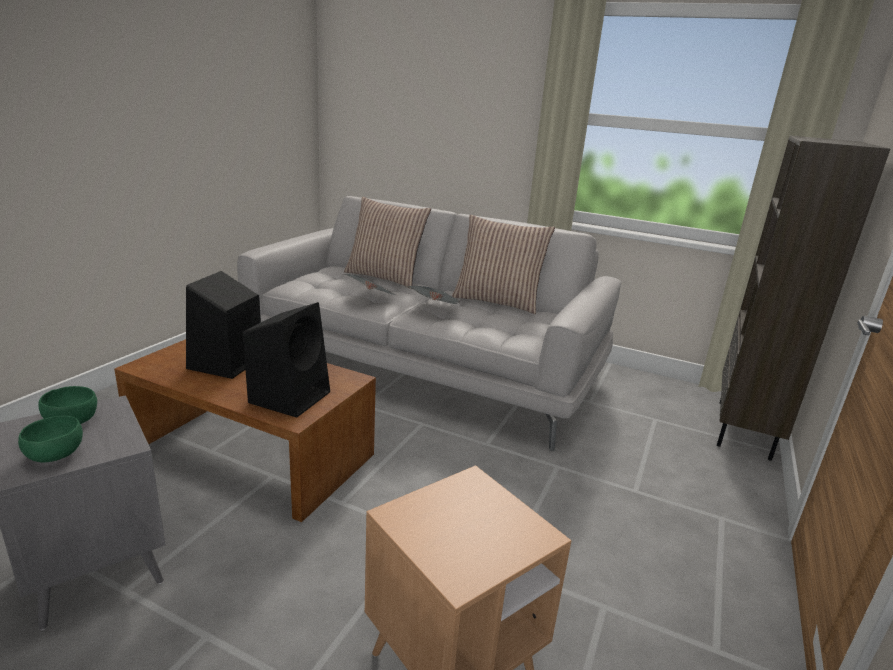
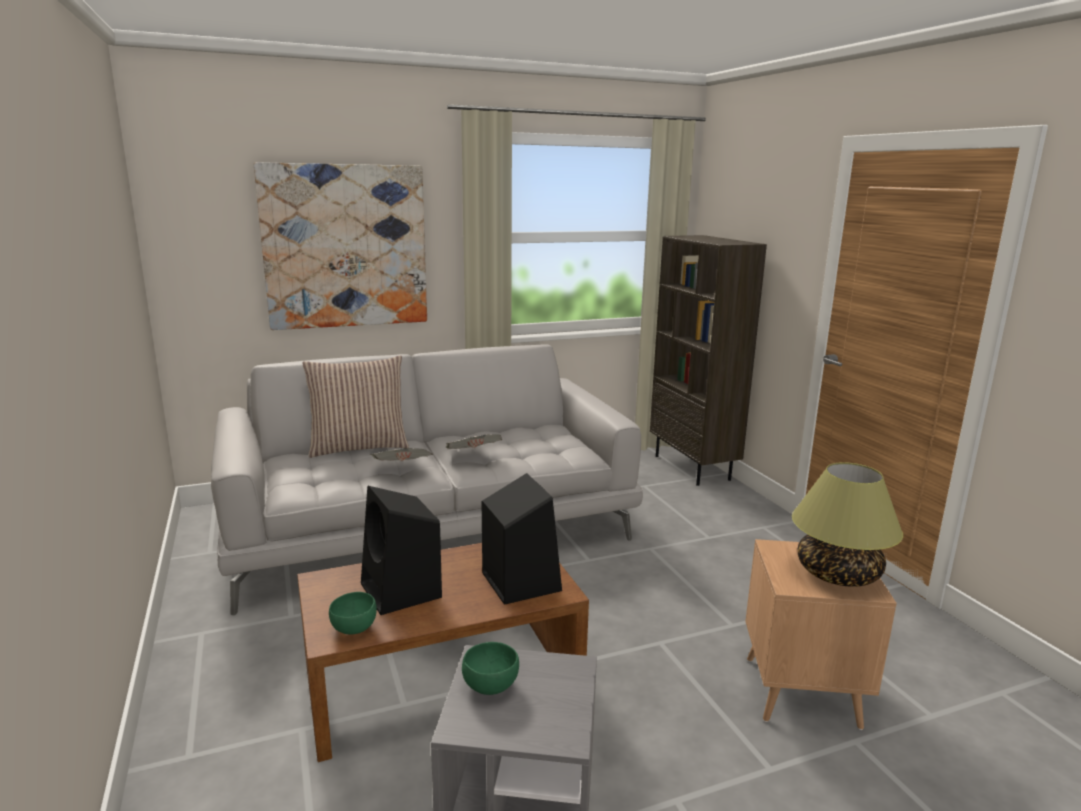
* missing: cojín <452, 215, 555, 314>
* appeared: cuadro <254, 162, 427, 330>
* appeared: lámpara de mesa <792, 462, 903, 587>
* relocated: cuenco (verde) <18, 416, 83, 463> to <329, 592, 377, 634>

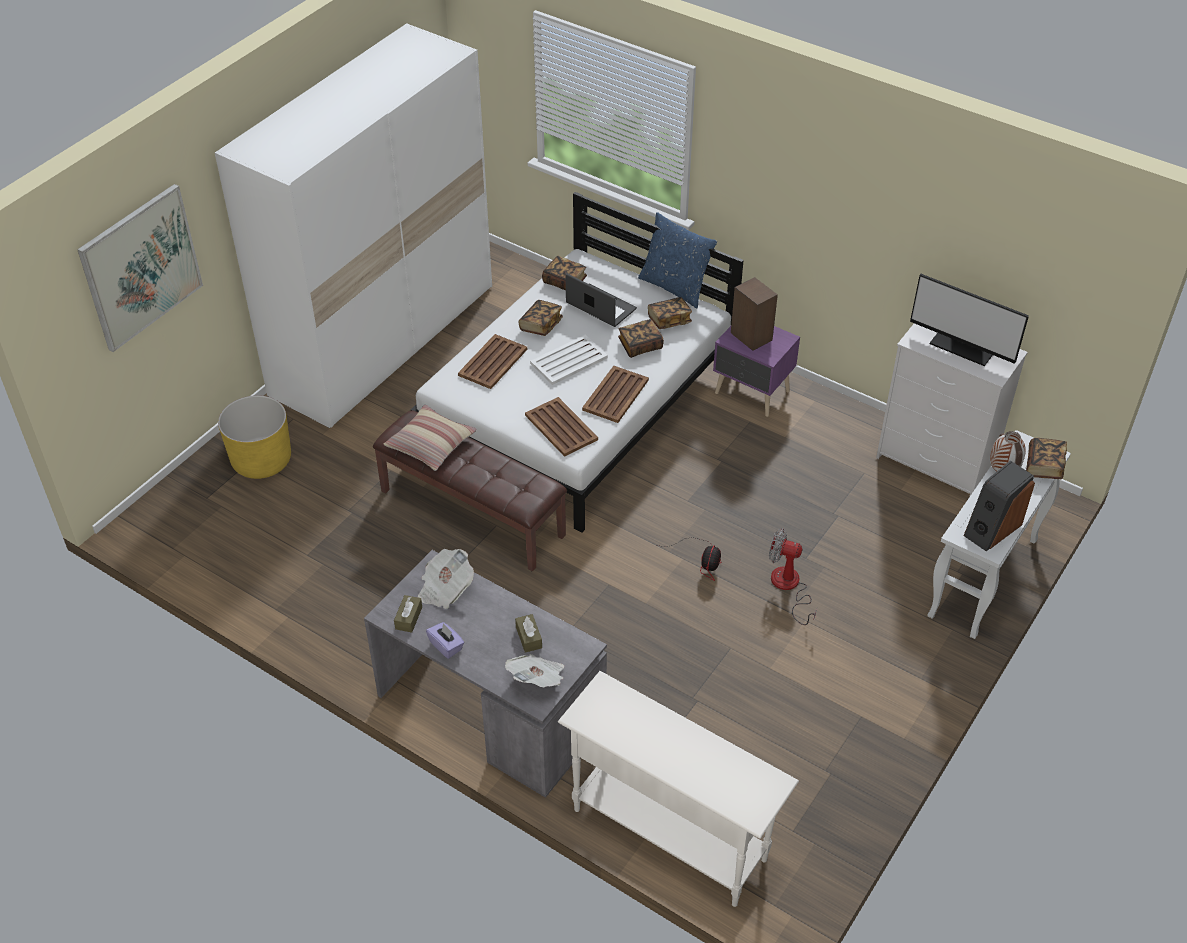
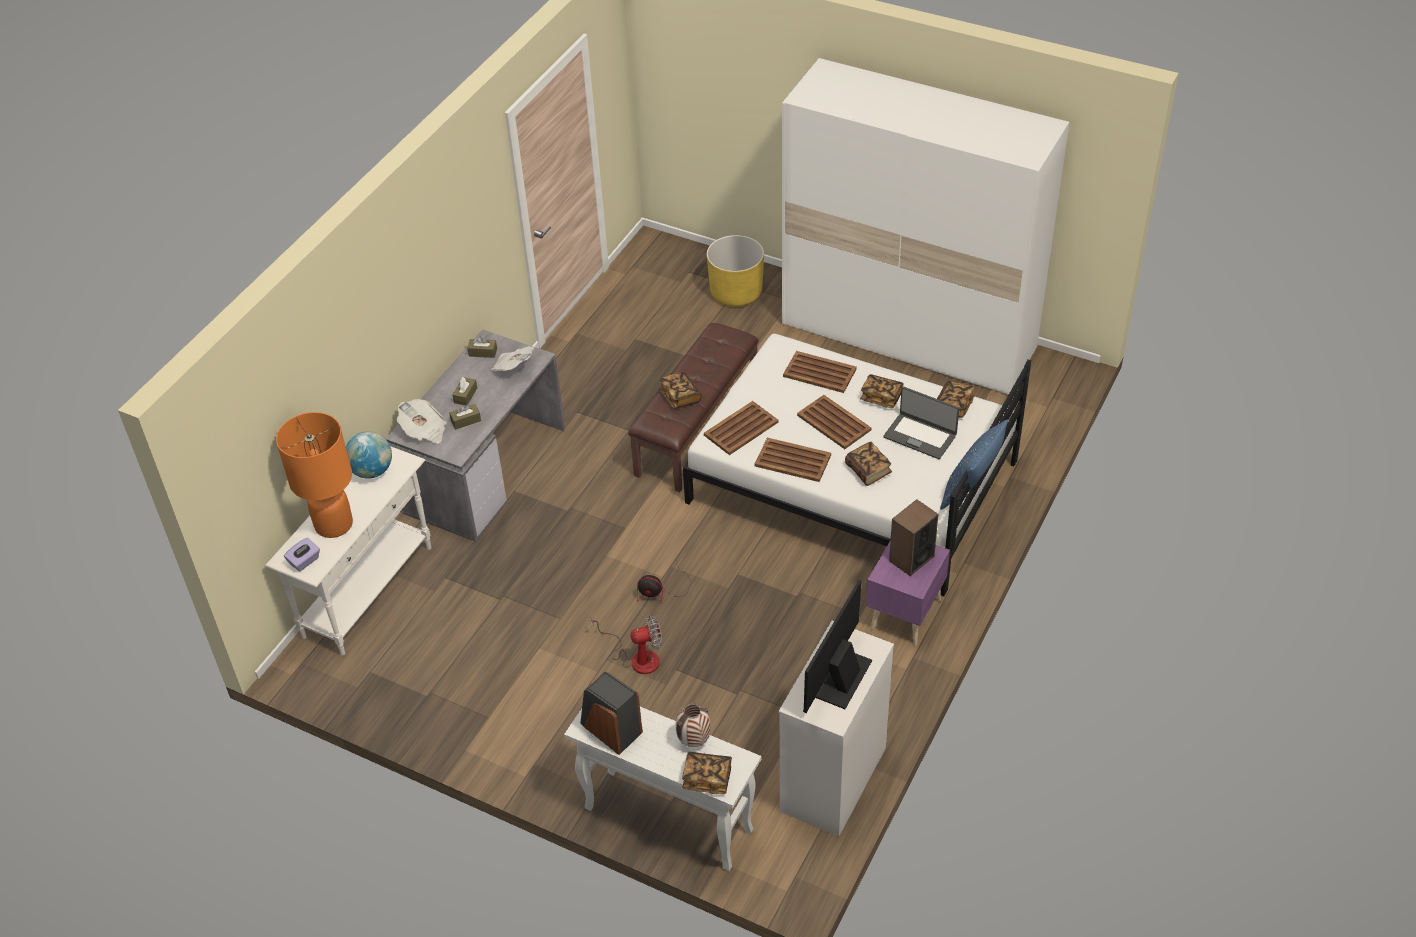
* missing: cuadro <77, 184, 203, 352>
* missing: cojín <384, 405, 477, 471>
* appeared: lámpara de mesa (naranja) <276, 412, 353, 538>
* appeared: globo terráqueo <346, 431, 392, 479>
* appeared: caja de pañuelos (marrón) <453, 377, 477, 406>
* relocated: caja de pañuelos (morado) <426, 622, 465, 659> to <284, 538, 320, 571>
* relocated: libro <648, 297, 692, 329> to <659, 372, 702, 409>
* colour: bandeja (blanco) <530, 335, 608, 385> to bandeja (marrón) <797, 395, 872, 449>
* spun: portátil <565, 273, 637, 327> = <883, 386, 959, 459> 90 degrees clockwise
* spun: ventilador <769, 528, 817, 625> = <591, 615, 663, 674> 60 degrees clockwise

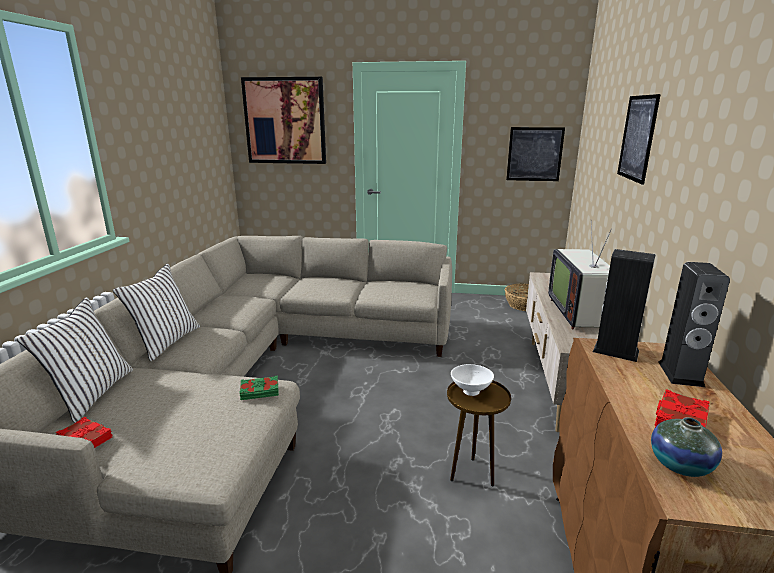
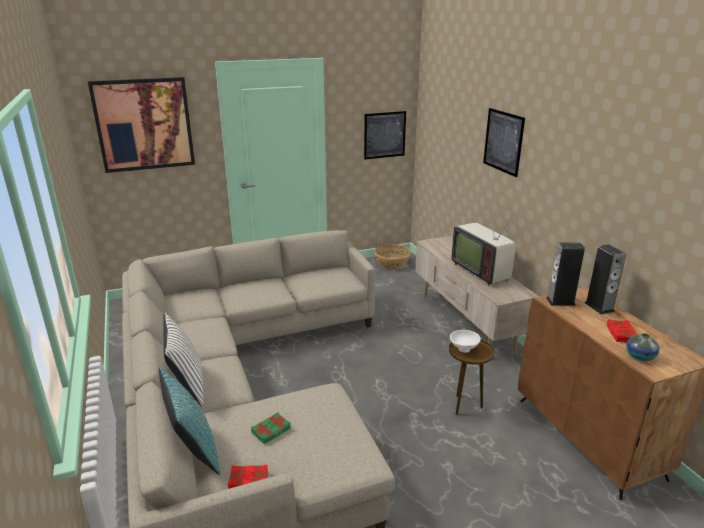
* relocated: libro (verde) <240, 375, 279, 400> to <251, 412, 291, 444>
* colour: cojín (blanco) <17, 297, 133, 423> to cojín (turquesa) <159, 367, 220, 475>

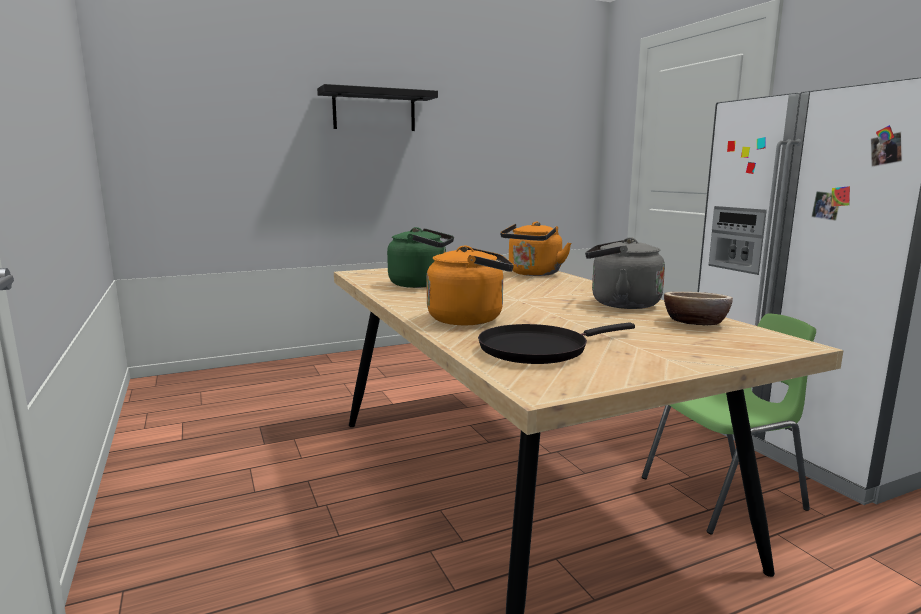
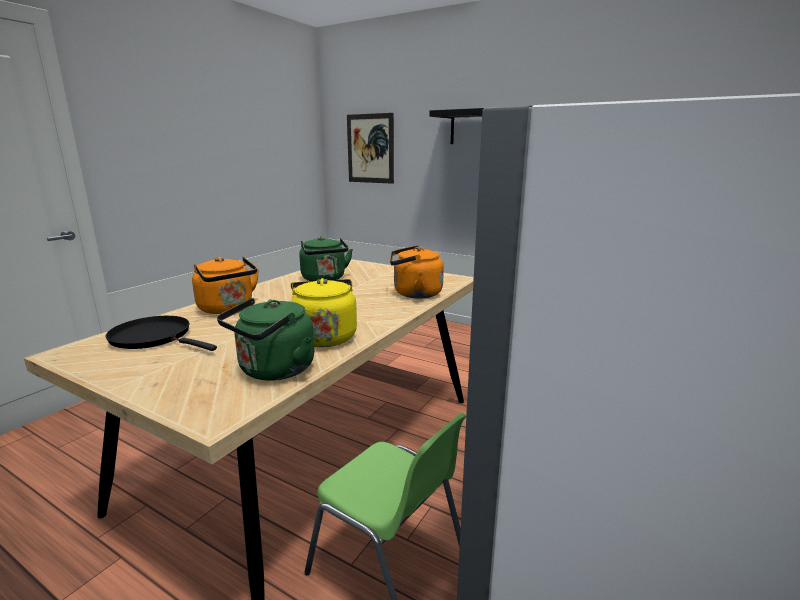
* appeared: cuadro <347, 113, 394, 184>
* exchanged: cuenco <664, 292, 733, 325> to hervidor (verde) <217, 298, 314, 381>
* colour: hervidor (gris) <585, 238, 665, 309> to hervidor (amarillo) <291, 278, 357, 347>

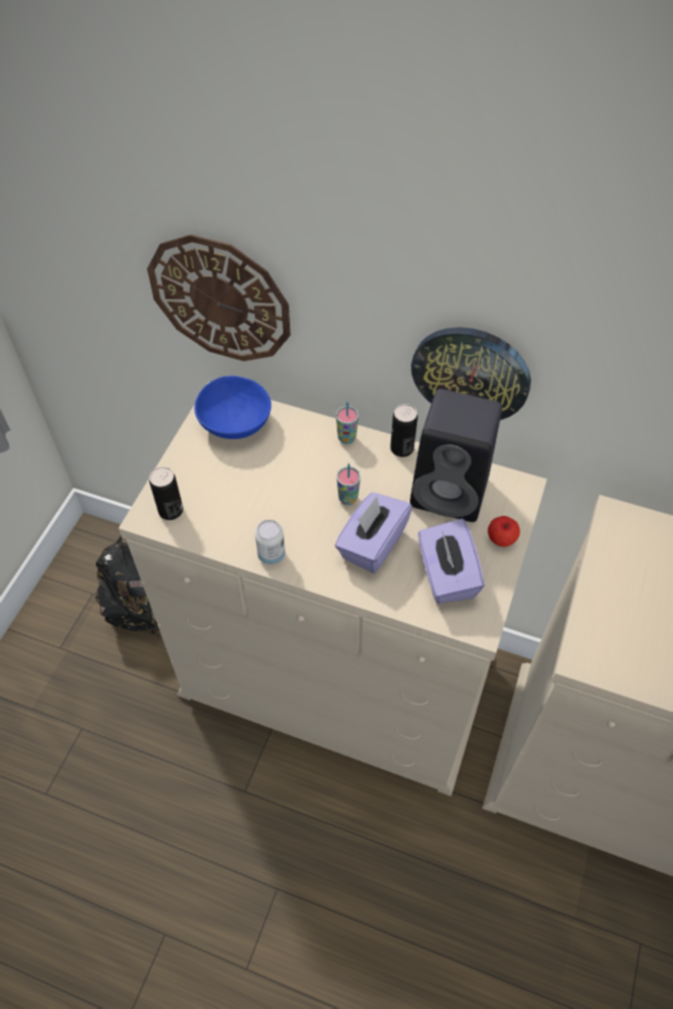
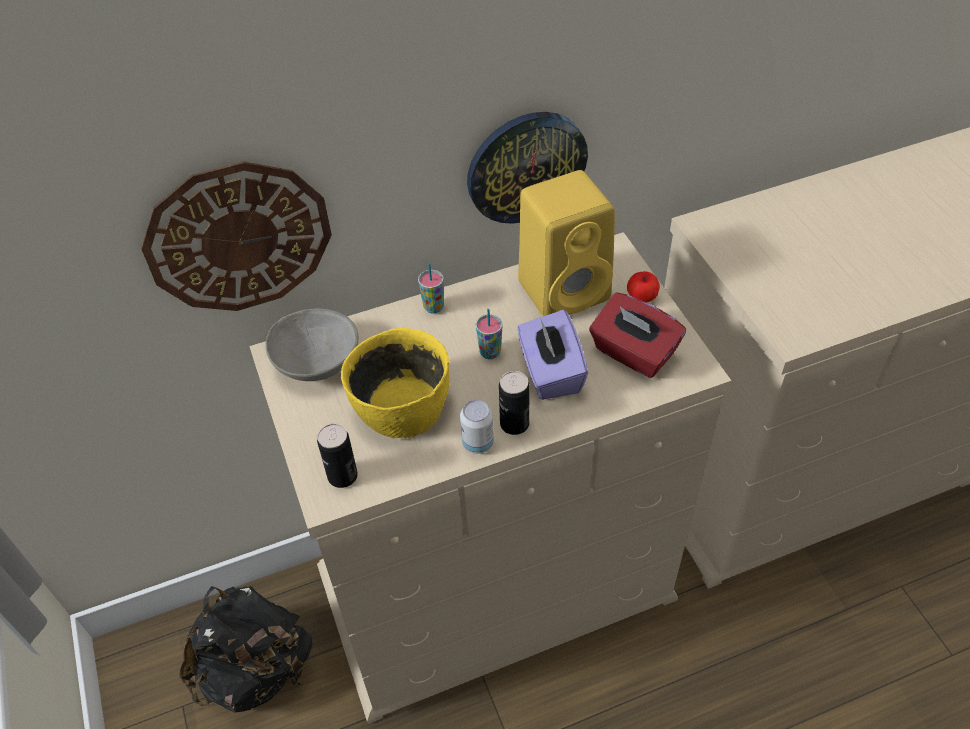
* appeared: cuenco (amarillo) <341, 328, 450, 439>
* relocated: lata <390, 404, 418, 457> to <499, 371, 530, 435>
* colour: cuenco (azul) <194, 376, 271, 439> to cuenco (gris) <266, 309, 358, 381>
* colour: altavoz (negro) <410, 389, 502, 522> to altavoz (amarillo) <518, 170, 615, 316>
* colour: caja de pañuelos (morado) <418, 519, 484, 604> to caja de pañuelos (rojo) <589, 292, 686, 378>

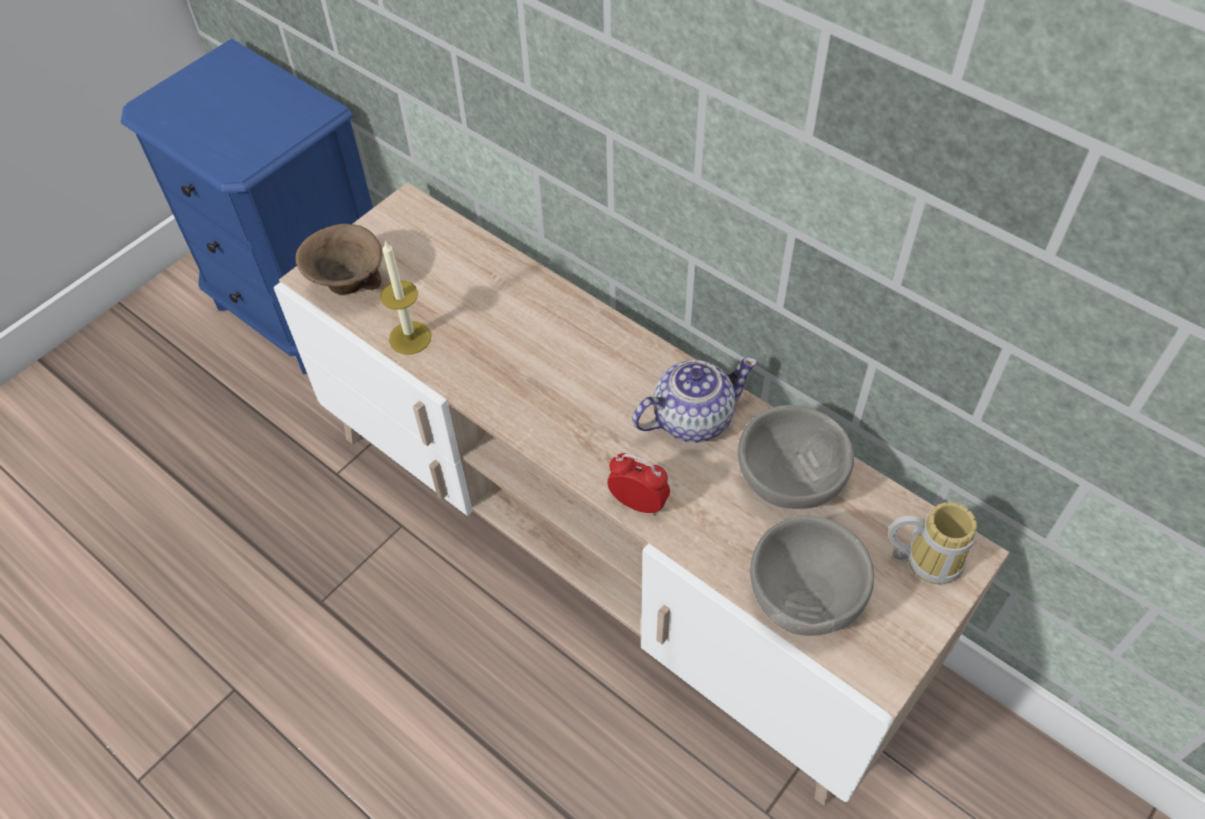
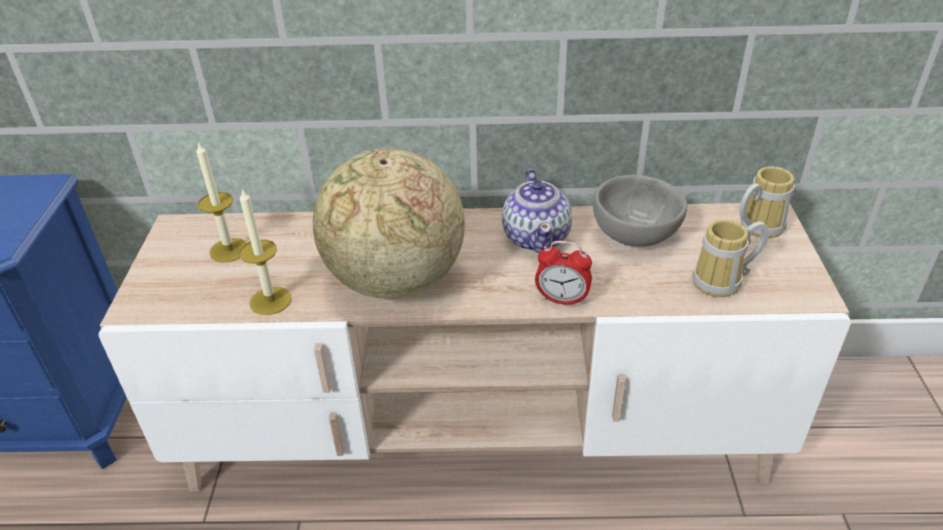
* missing: cuenco (marrón) <295, 224, 382, 295>
* appeared: vela <196, 141, 247, 263>
* appeared: globo terráqueo <313, 148, 465, 299>
* exchanged: cuenco (gris) <750, 516, 874, 636> to taza grande <693, 219, 769, 297>
* spun: despertador <607, 453, 670, 516> = <535, 241, 592, 306> 150 degrees counterclockwise
* spun: tetera <632, 357, 757, 442> = <502, 169, 572, 253> 150 degrees clockwise

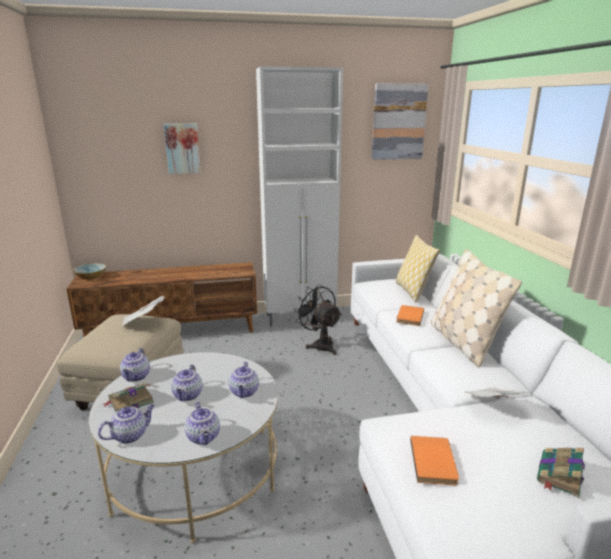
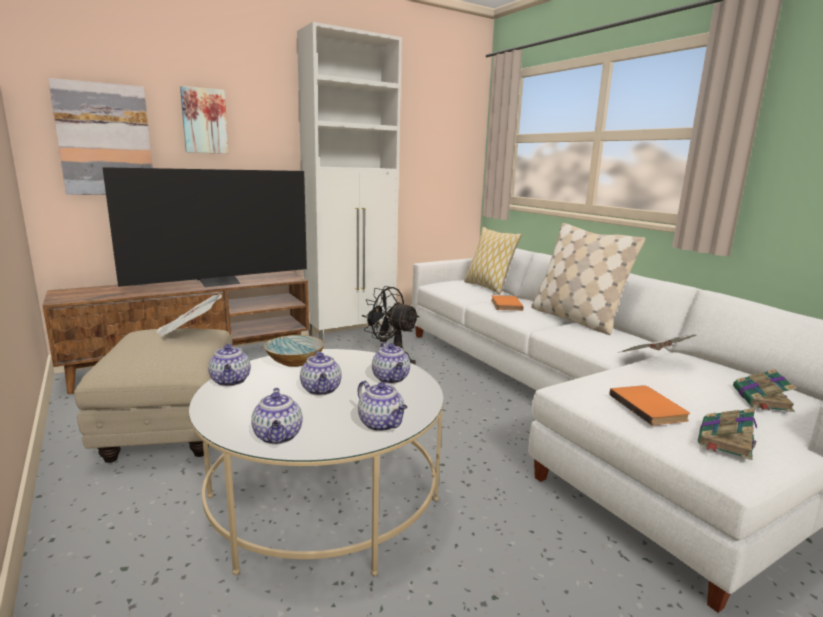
* appeared: televisor <102, 167, 307, 287>
* relocated: cuenco <73, 263, 106, 280> to <264, 335, 325, 367>
* relocated: libro <104, 383, 154, 412> to <698, 408, 757, 460>
* relocated: cuadro <372, 84, 429, 160> to <48, 78, 153, 195>
* spun: tetera <98, 404, 155, 444> = <251, 388, 303, 444> 135 degrees clockwise

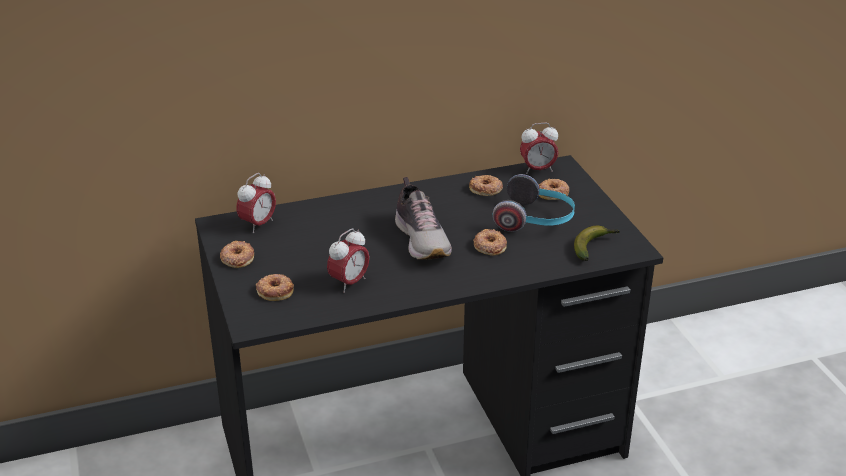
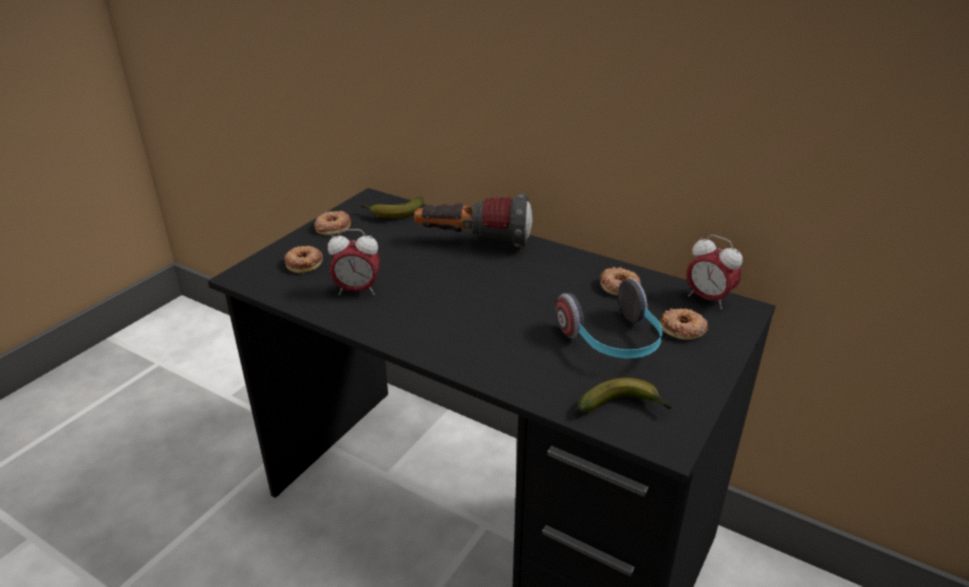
* missing: zapato <395, 177, 452, 260>
* missing: rosquilla <473, 229, 507, 256>
* appeared: linterna <414, 194, 532, 247>
* exchanged: despertador <236, 173, 276, 233> to plátano <361, 196, 423, 218>

